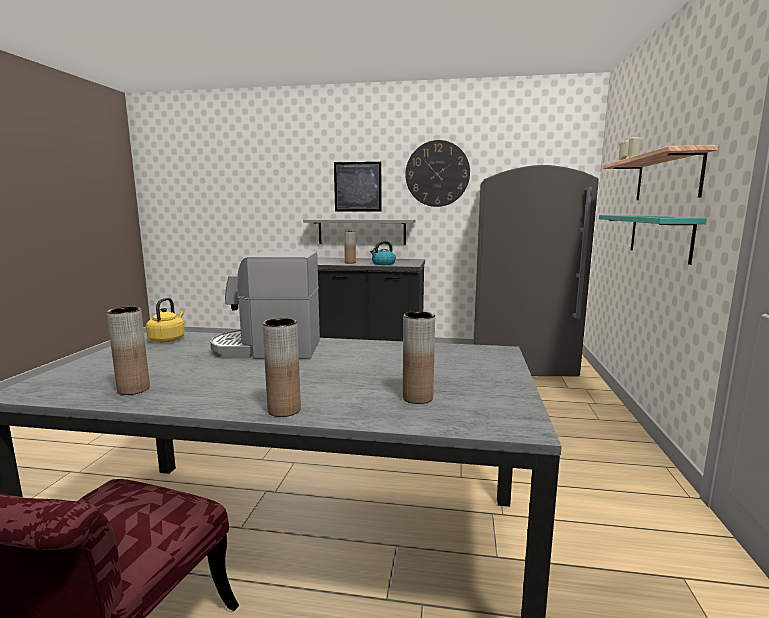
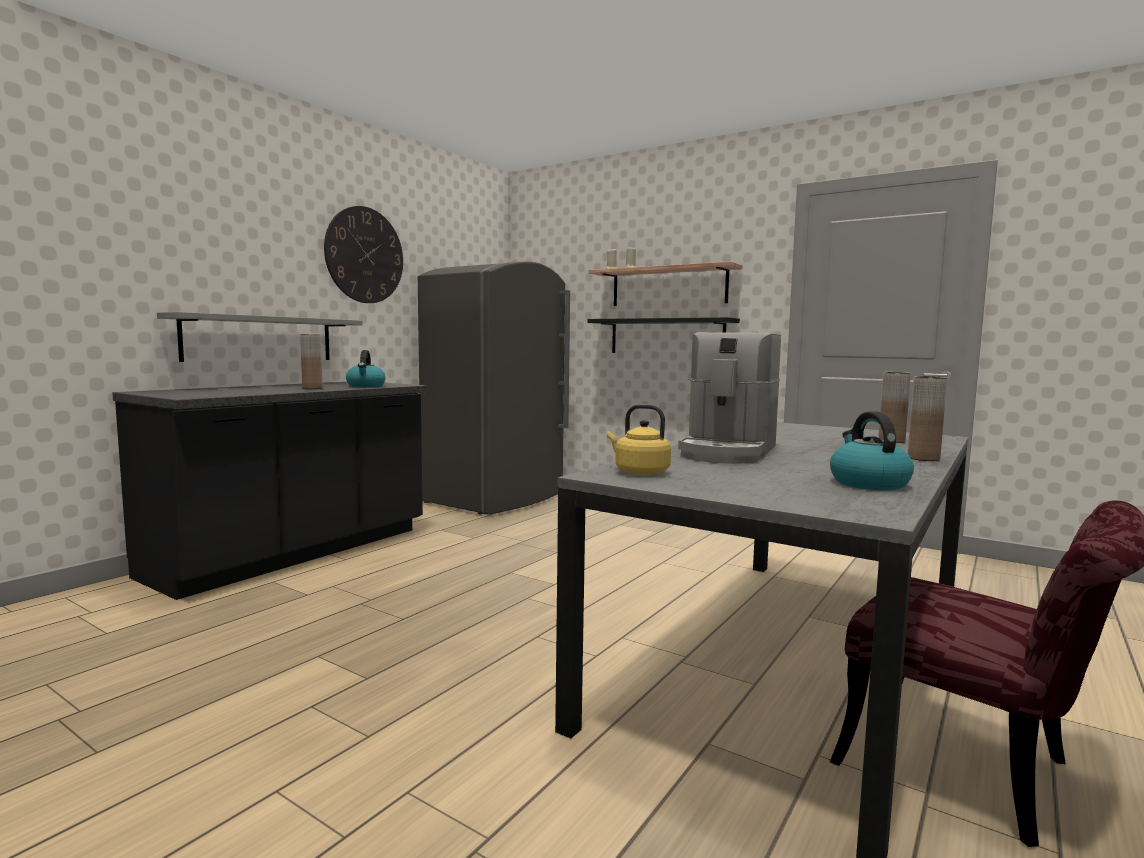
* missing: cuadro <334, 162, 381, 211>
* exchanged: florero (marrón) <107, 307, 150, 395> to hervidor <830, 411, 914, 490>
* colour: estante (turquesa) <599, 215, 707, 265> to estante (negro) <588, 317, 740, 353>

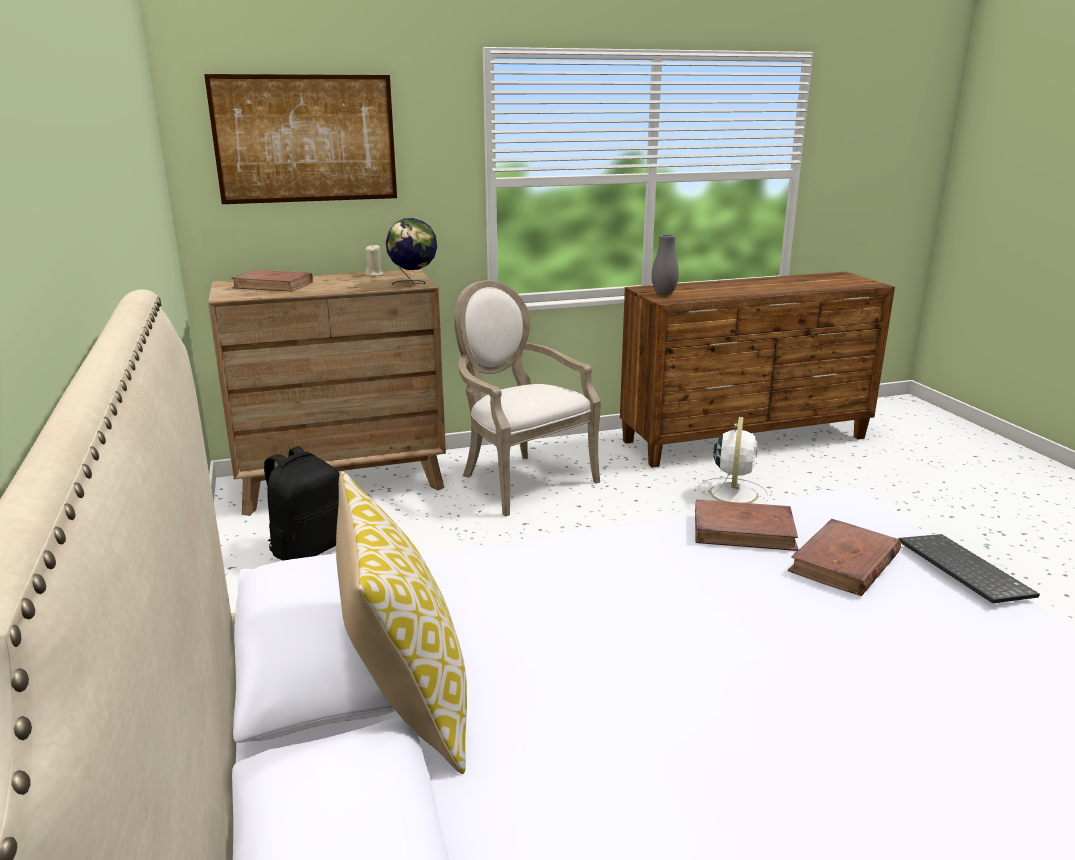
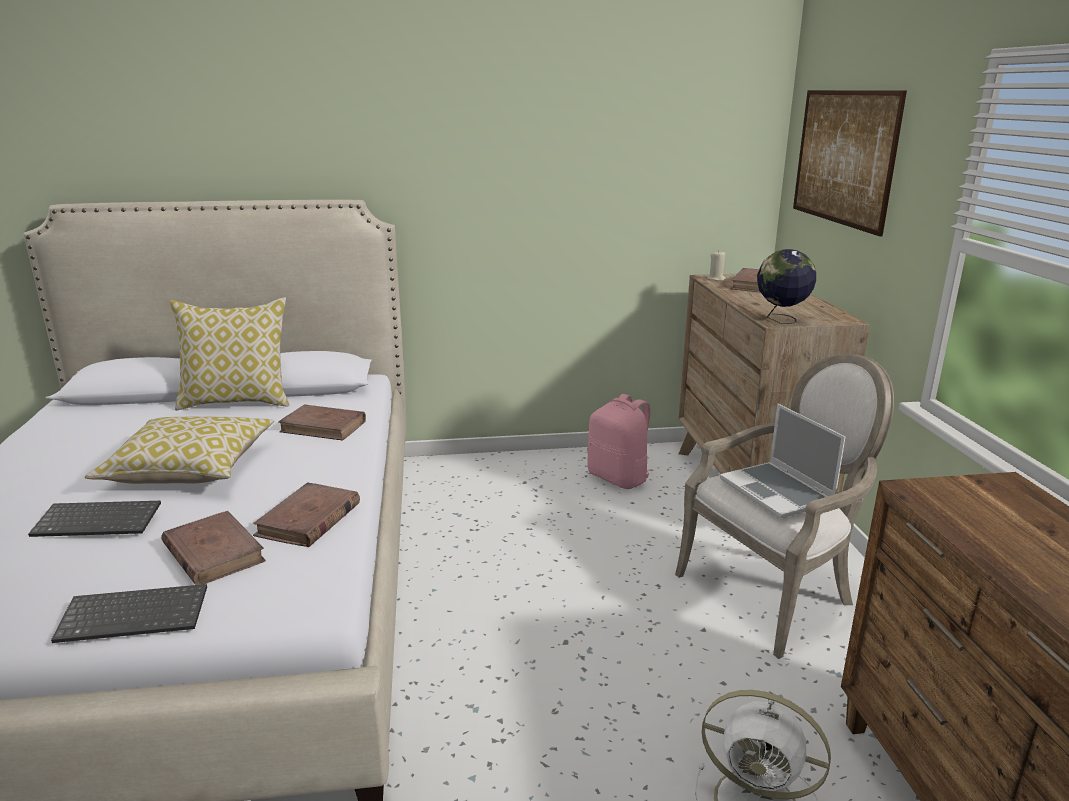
* missing: florero (gris) <652, 234, 679, 295>
* appeared: teclado <28, 501, 161, 537>
* appeared: cojín <85, 417, 274, 484>
* appeared: libro (marrón) <278, 404, 366, 441>
* appeared: portátil <720, 404, 845, 519>
* relocated: vela (beis) <365, 244, 383, 276> to <707, 250, 726, 281>
* colour: mochila (negro) <264, 446, 340, 561> to mochila (rosa) <587, 394, 652, 489>

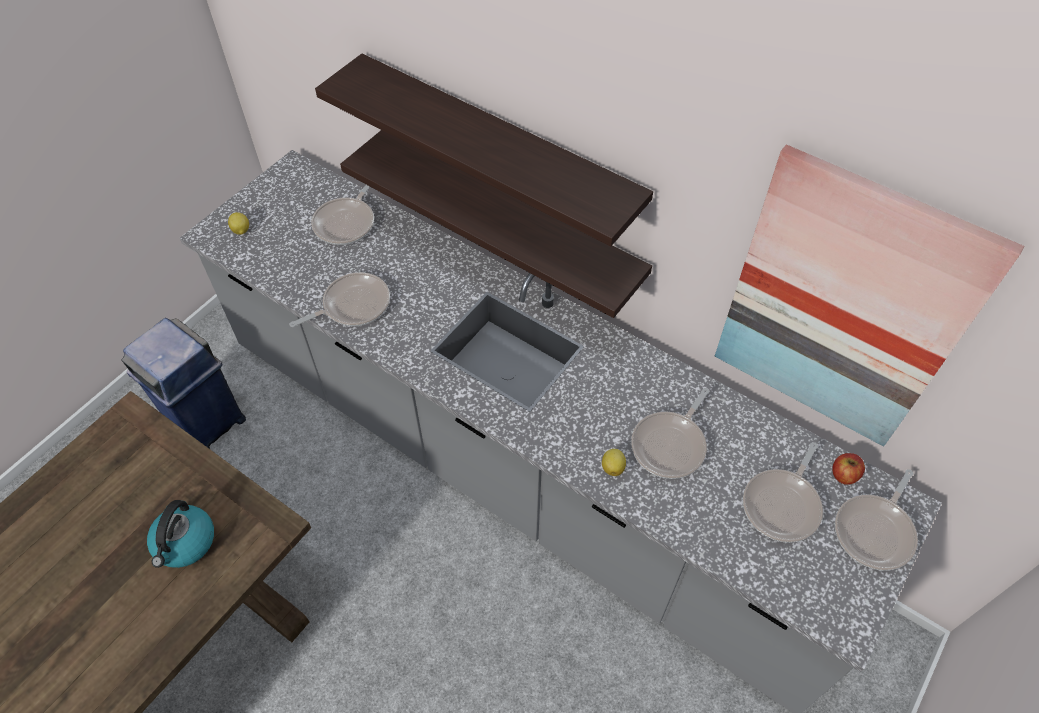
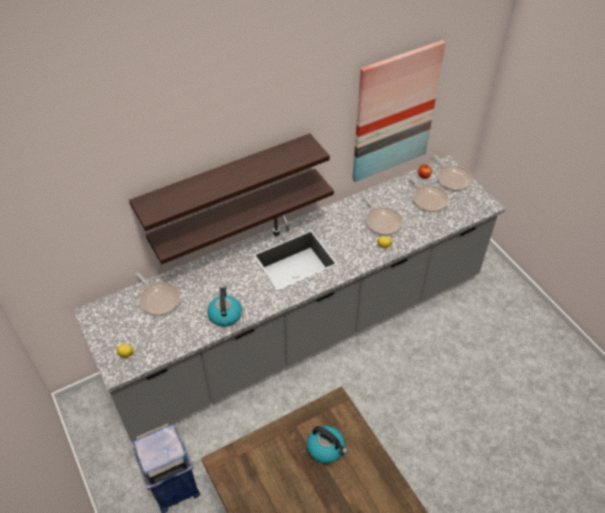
* exchanged: sartén <289, 272, 390, 327> to hervidor <207, 286, 242, 327>

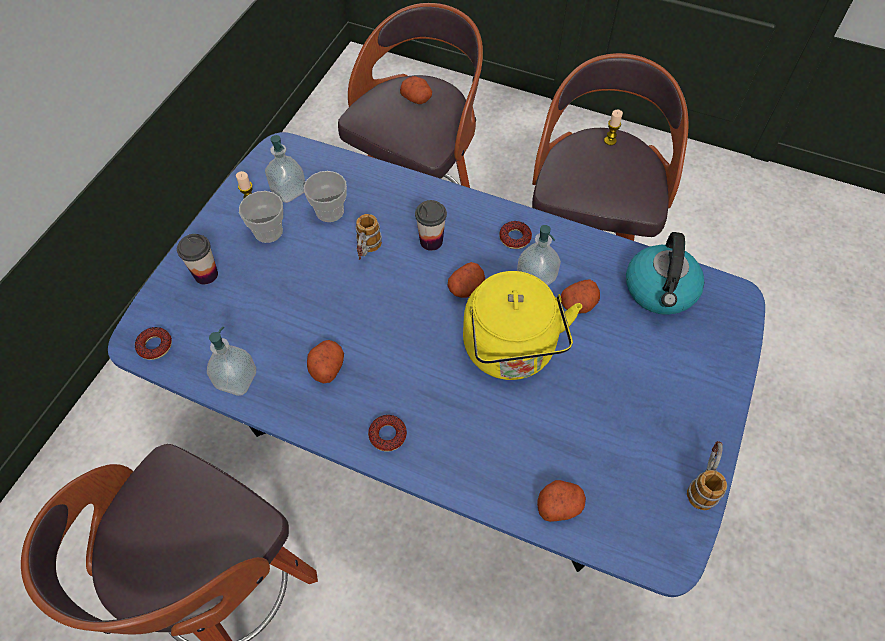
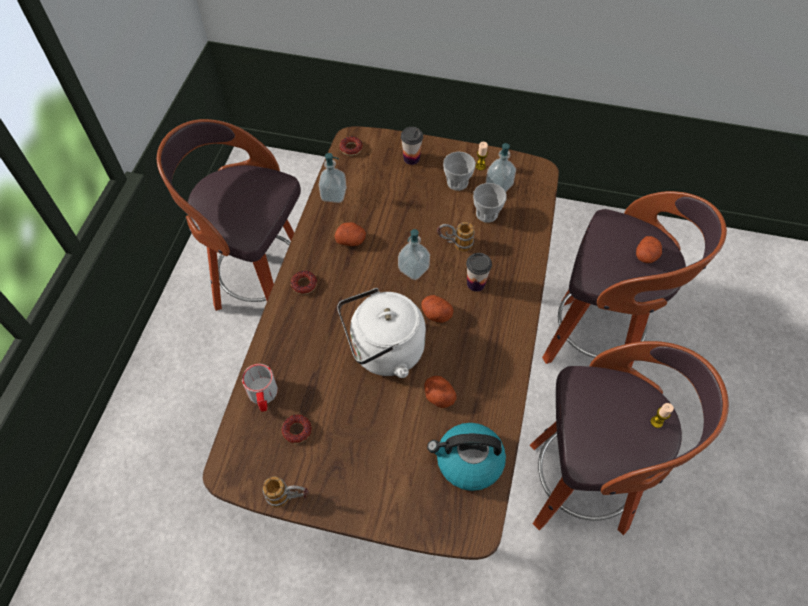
* relocated: rosquilla <499, 221, 532, 249> to <282, 414, 312, 444>
* relocated: dispensador de jabón <517, 225, 561, 286> to <398, 229, 430, 280>
* exchanged: patata <537, 480, 586, 522> to taza grande <242, 364, 278, 412>
* colour: mesa de comedor (azul) <108, 132, 765, 597> to mesa de comedor (marrón) <203, 126, 559, 560>
* colour: hervidor (amarillo) <463, 271, 582, 380> to hervidor (blanco) <337, 288, 426, 378>

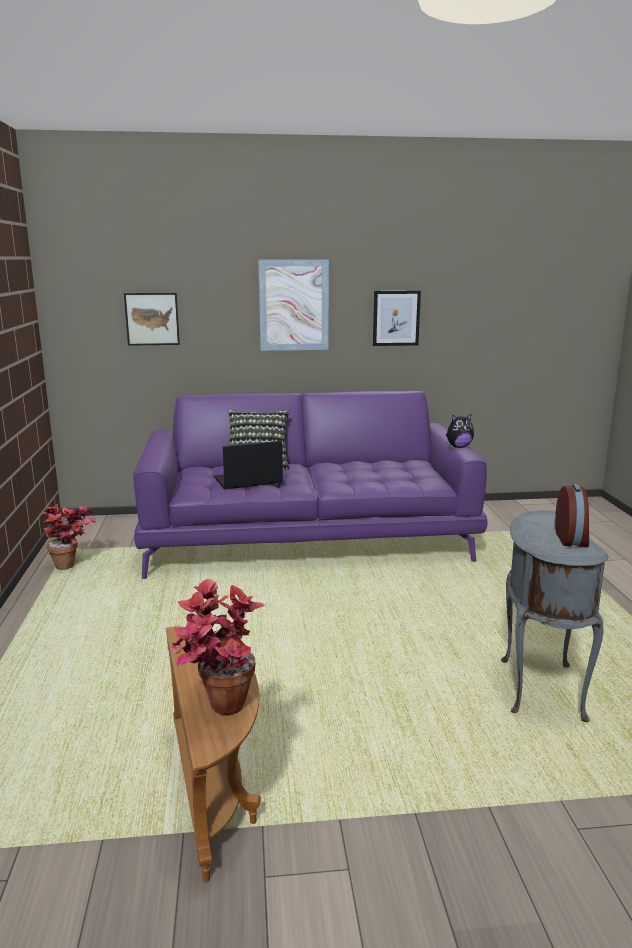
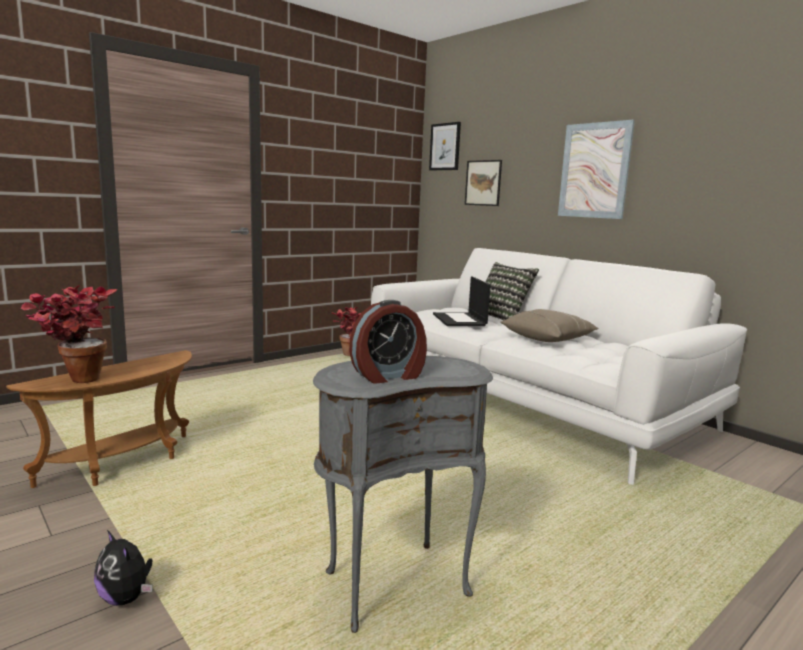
* appeared: cojín (beis) <500, 309, 599, 342>
* relocated: cuadro <373, 291, 421, 346> to <429, 122, 461, 170>
* relocated: peluche <446, 413, 474, 448> to <94, 530, 152, 606>
* colour: sofá (morado) <133, 391, 488, 579> to sofá (blanco) <371, 248, 747, 485>
* spun: portátil <214, 441, 283, 490> = <433, 276, 490, 326> 135 degrees counterclockwise

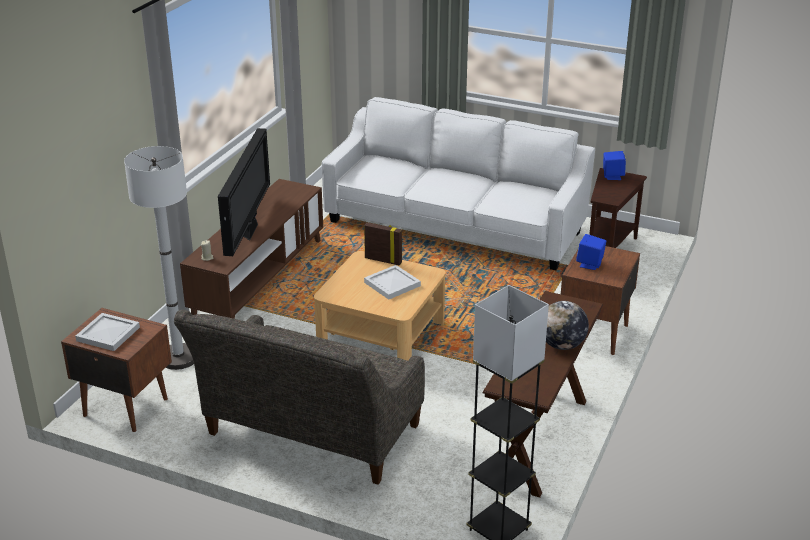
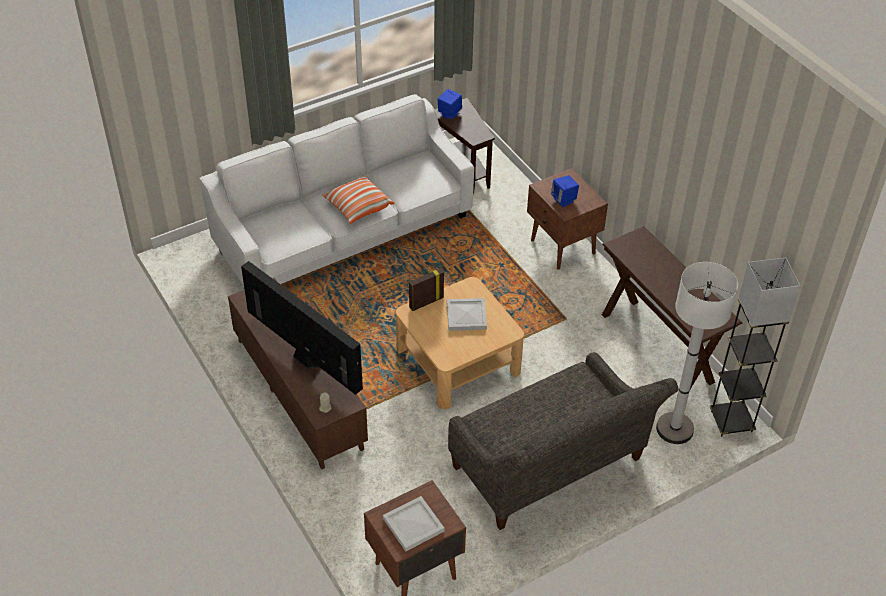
* missing: globo terráqueo <546, 301, 589, 350>
* appeared: cojín <322, 175, 395, 224>
* relocated: lámpara de pie (blanco) <124, 146, 194, 370> to <656, 262, 738, 444>

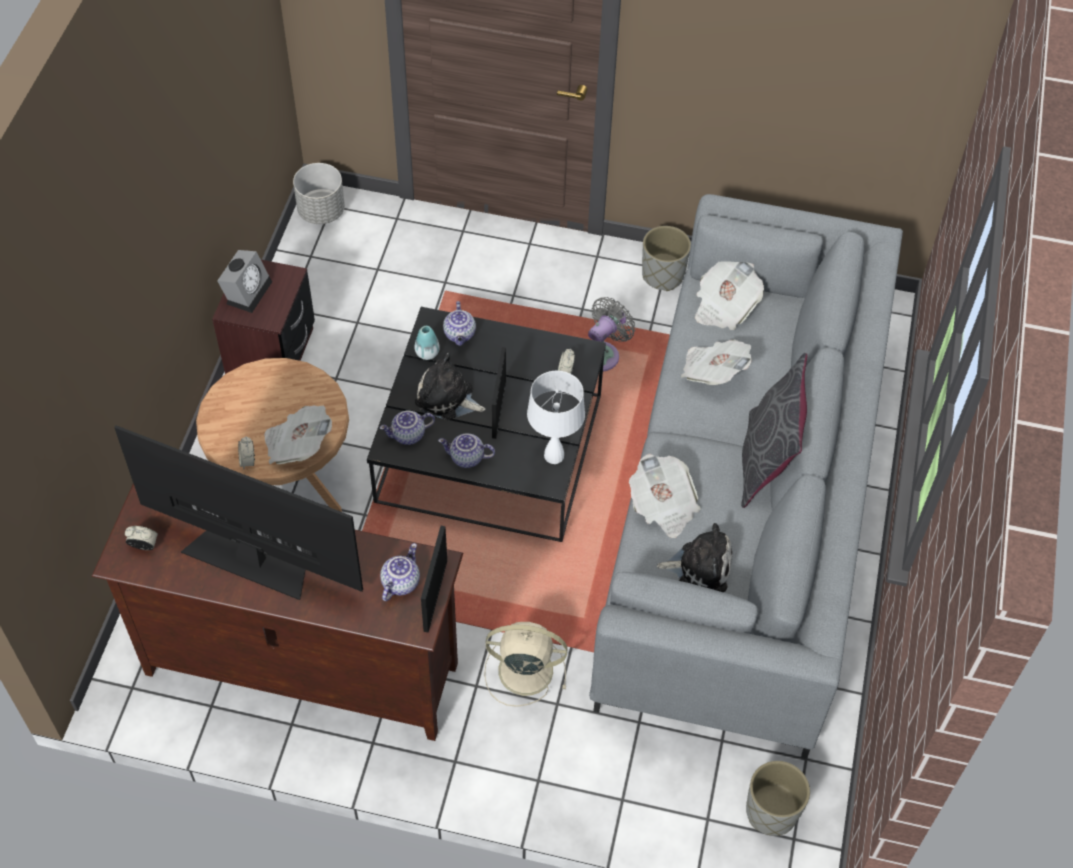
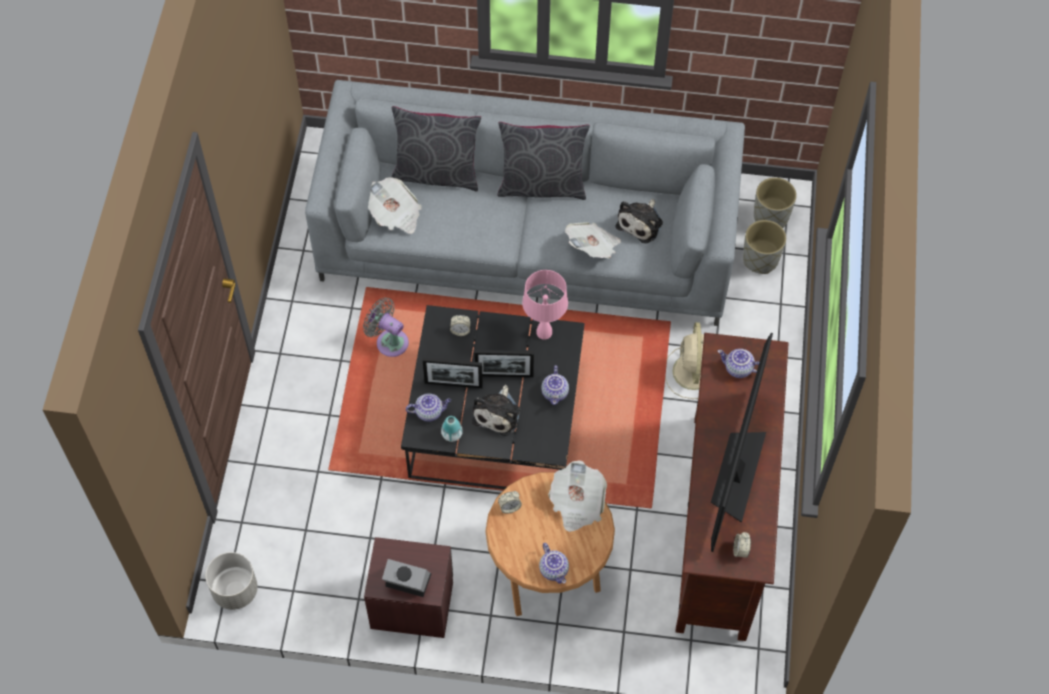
* missing: periódico <681, 340, 752, 385>
* appeared: cojín (gris) <391, 106, 481, 191>
* relocated: despertador <238, 437, 255, 469> to <498, 491, 522, 514>
* relocated: tetera <380, 411, 435, 445> to <539, 543, 569, 584>
* relocated: portarretratos <421, 526, 447, 632> to <423, 358, 483, 388>
* relocated: maceta (gris) <642, 226, 691, 291> to <743, 220, 786, 274>
* colour: lámpara de mesa (blanco) <527, 371, 585, 464> to lámpara de mesa (rosa) <522, 270, 568, 340>
* spun: peluche <657, 523, 732, 592> = <616, 199, 663, 243> 150 degrees counterclockwise

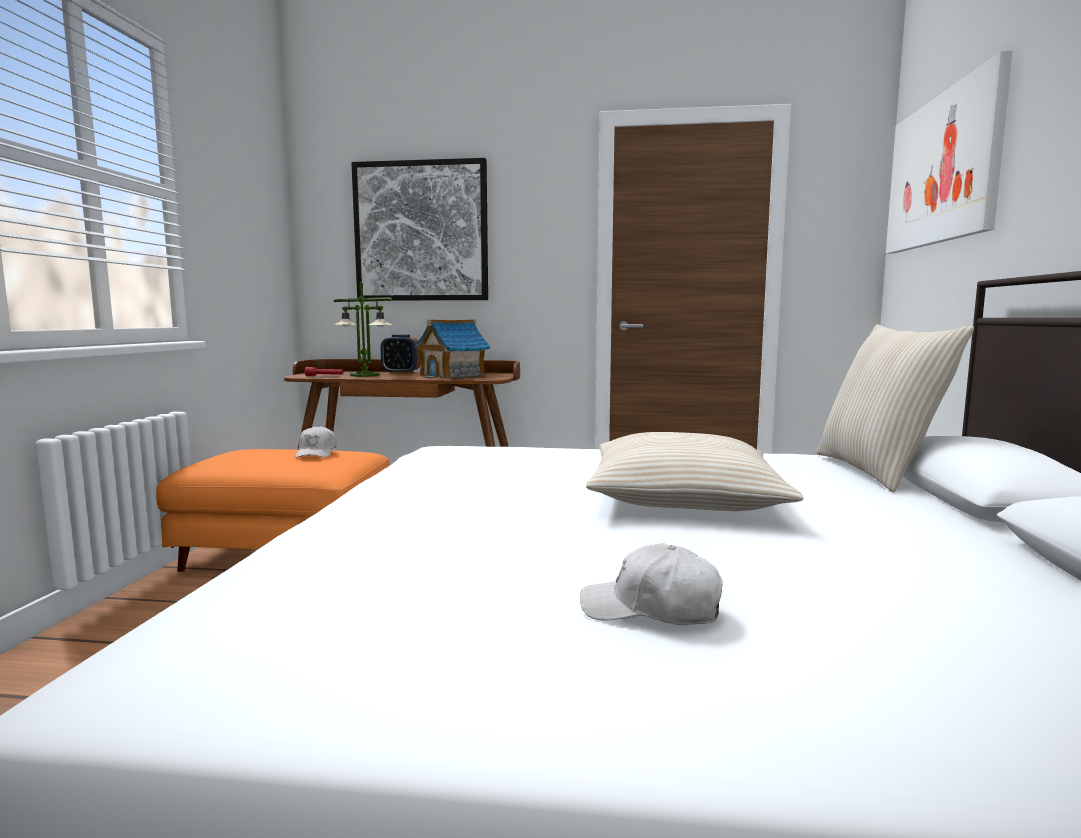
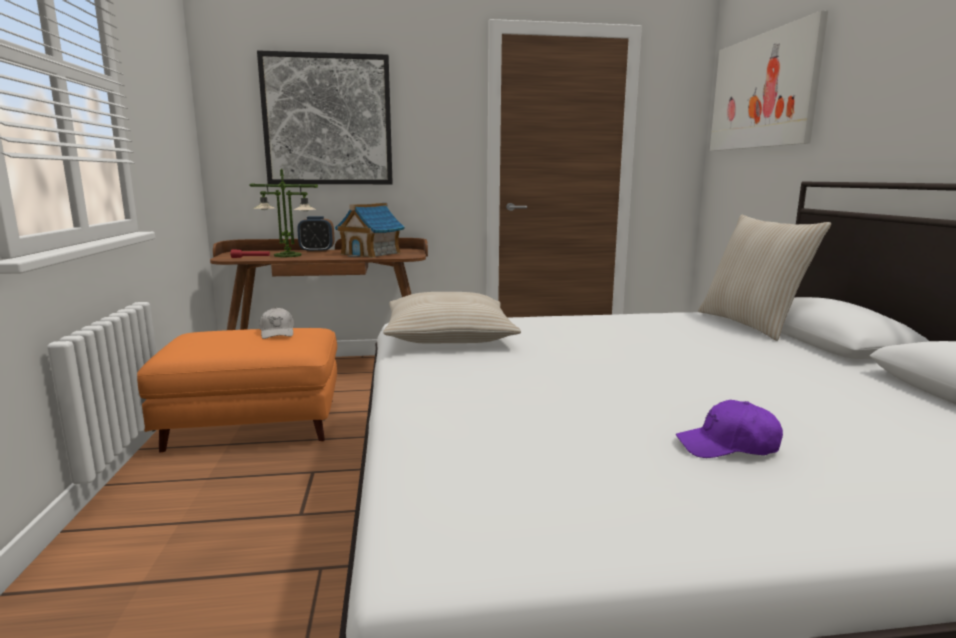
* relocated: cojín (beis) <586, 432, 804, 511> to <383, 292, 521, 344>
* colour: gorra (blanco) <580, 543, 723, 625> to gorra (morado) <676, 400, 783, 458>

